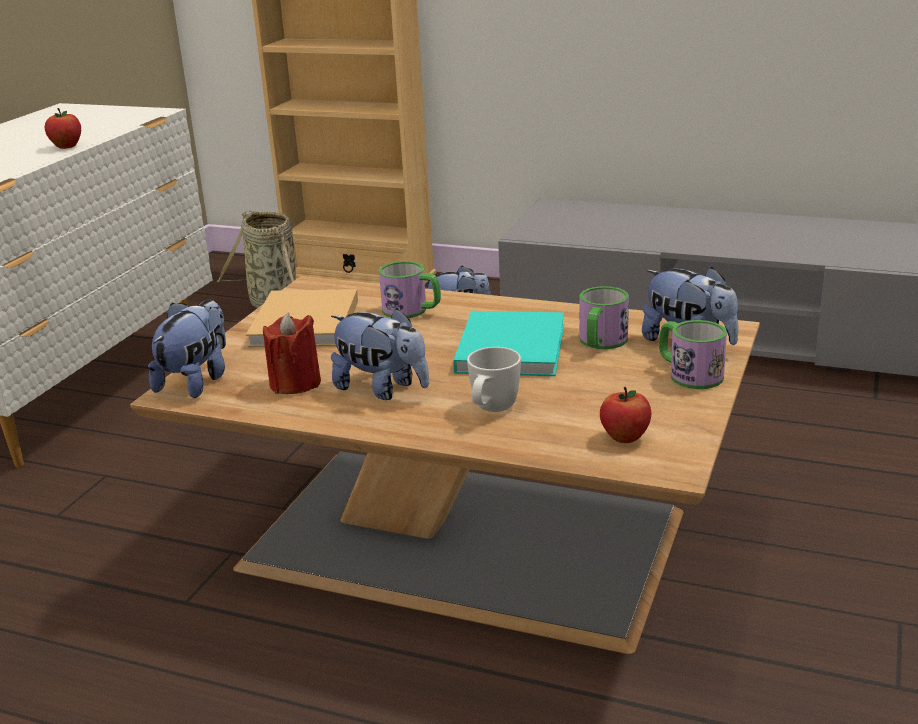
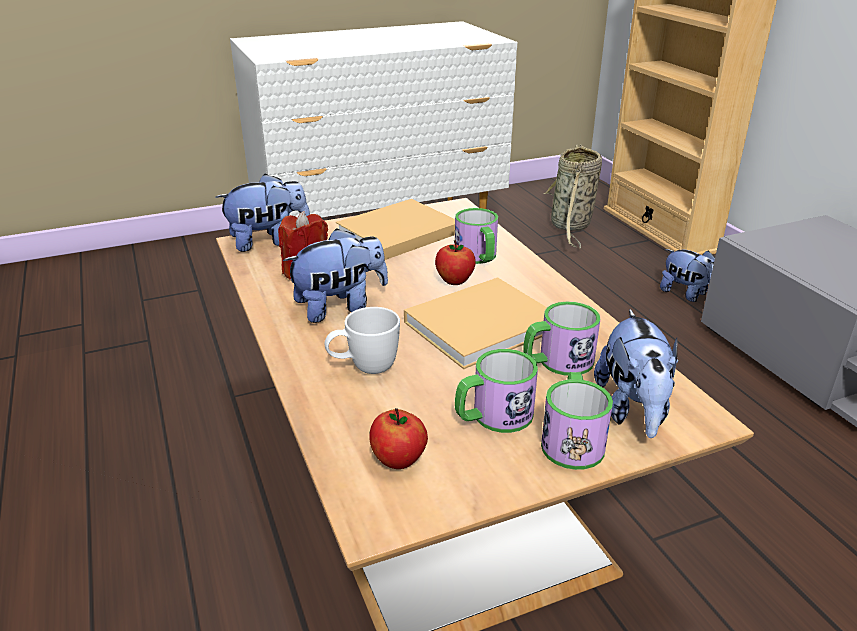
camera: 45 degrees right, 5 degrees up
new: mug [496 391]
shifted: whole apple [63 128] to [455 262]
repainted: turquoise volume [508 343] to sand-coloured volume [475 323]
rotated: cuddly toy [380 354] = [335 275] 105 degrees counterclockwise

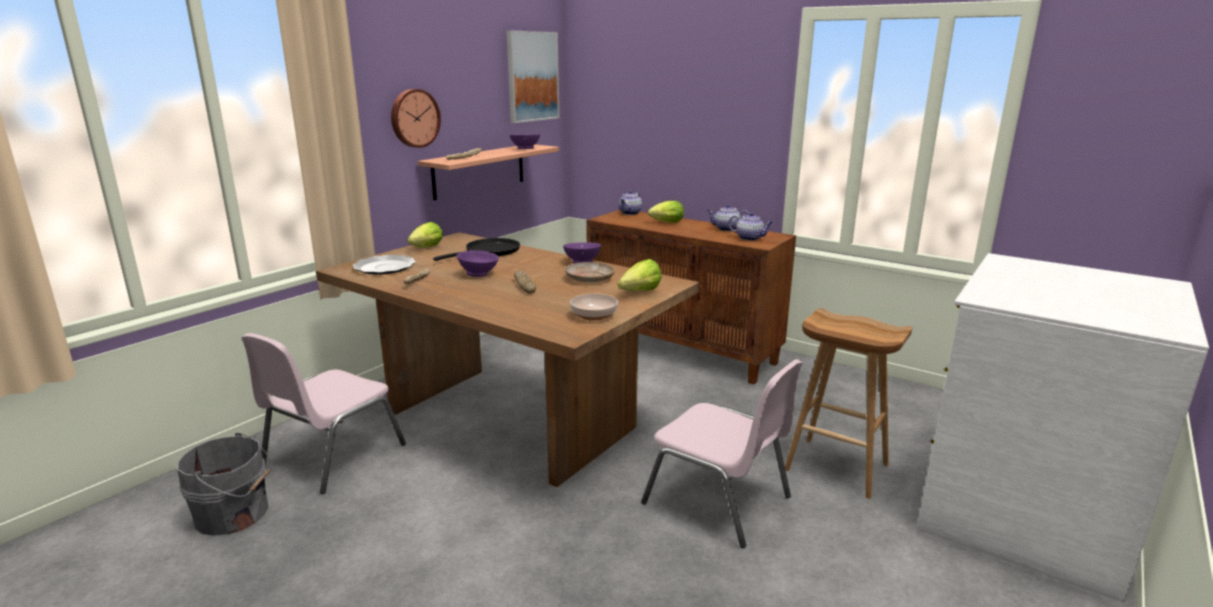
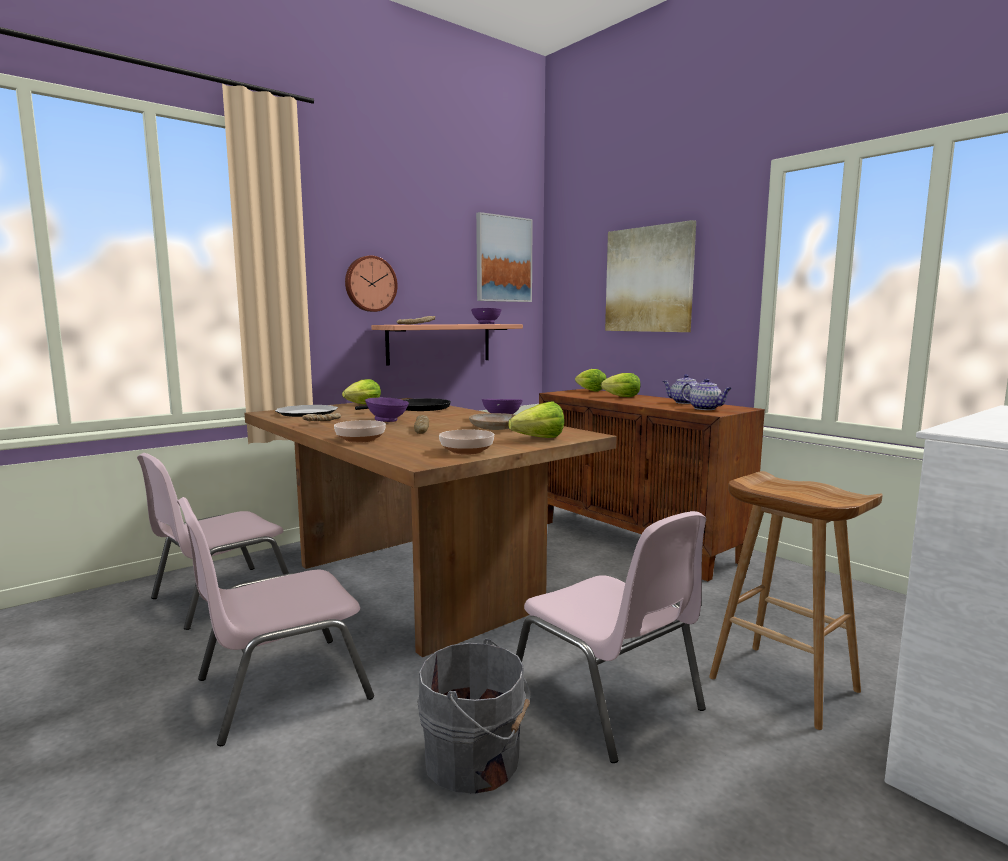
camera: 15 degrees right, 10 degrees down
new: pinkish upright chair [275 621]; deep dish [360 431]; picture [650 276]
shifted: greyish bucket [225 484] to [474 716]
swapped: tea pot [630 202] to head of lettuce [591 380]

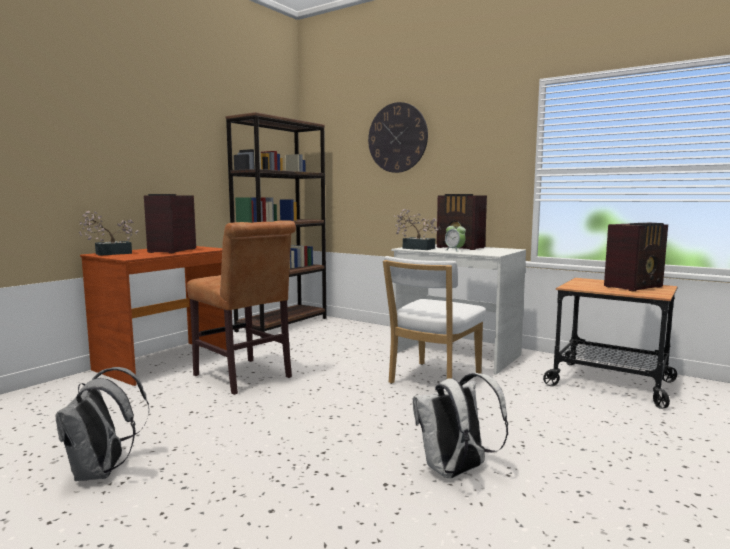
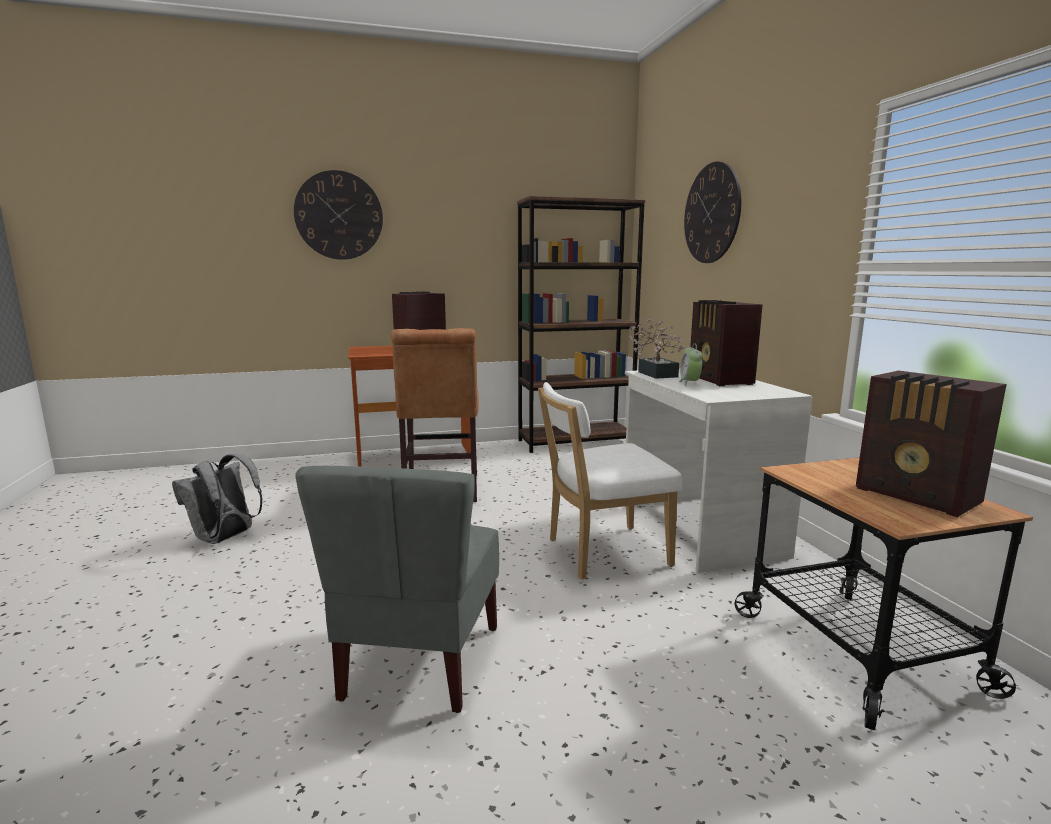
camera: 40 degrees right, 5 degrees up
gone: plant in a pot [109 233]
new: hanging clock [338 215]
swapped: white-coloured backpack [460 425] to greyish upright chair [397 589]
rotated: radio set [636 256] = [931 444] 45 degrees clockwise

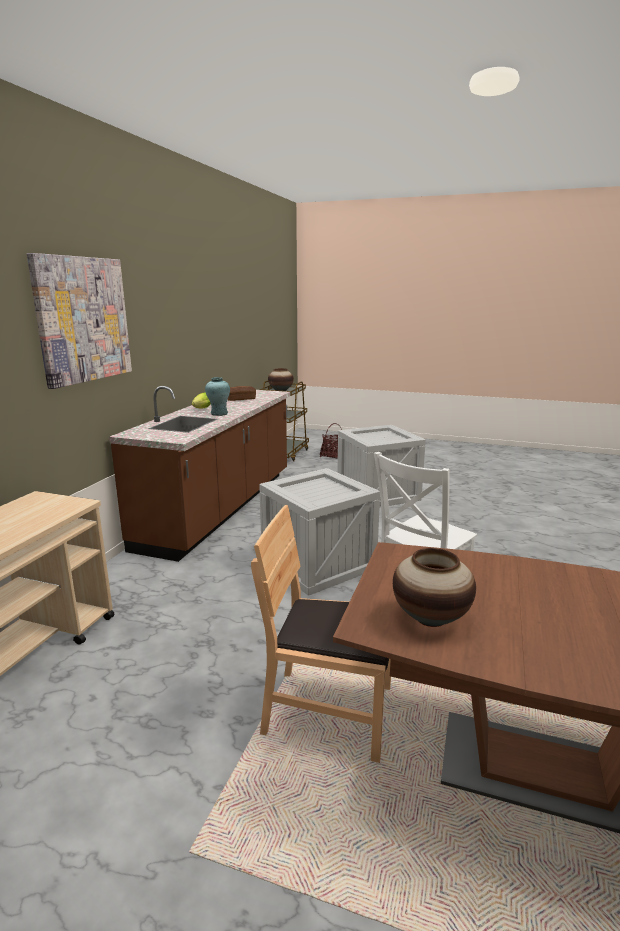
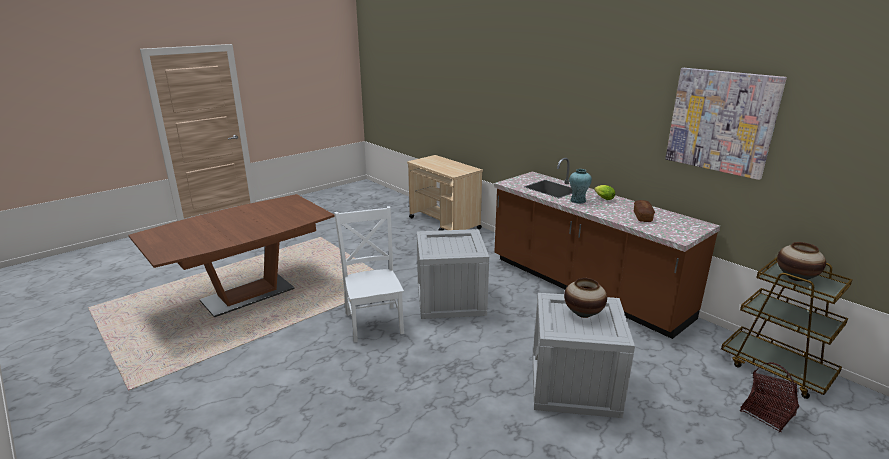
camera: 120 degrees right, 5 degrees up
gone: brown-coloured upright chair [321 634]
shifted: picture [79 321] to [726 124]; flower vase [434 587] to [585 298]

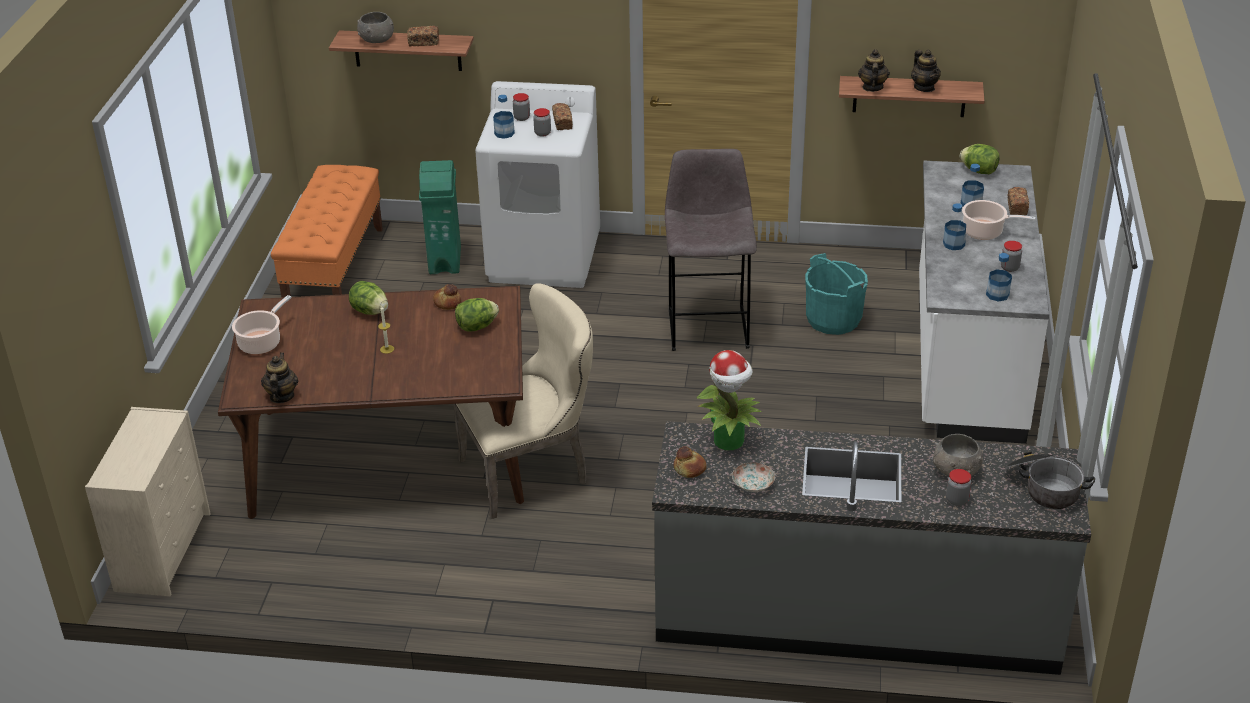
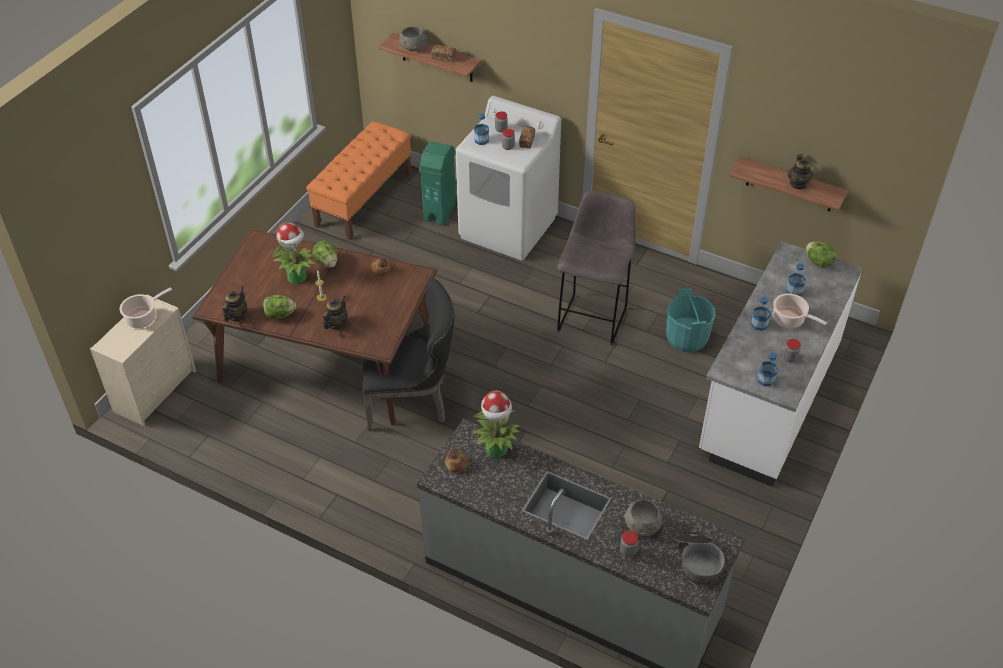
camera: 20 degrees right, 10 degrees up
gone: plate [753 477]; bakery bread [1018 201]
new: plant in a pot [294 253]
shifted: stockpot [261 324] to [146 307]; head of lettuce [477 315] to [279 307]; tea pot [874 70] to [335 312]
repainted: sand-coloured upright chair [523 401] to black-coloured upright chair [408 355]

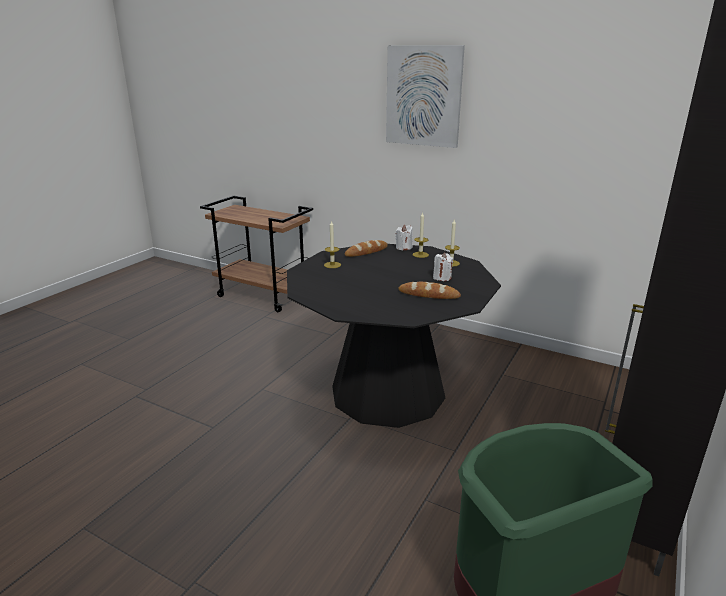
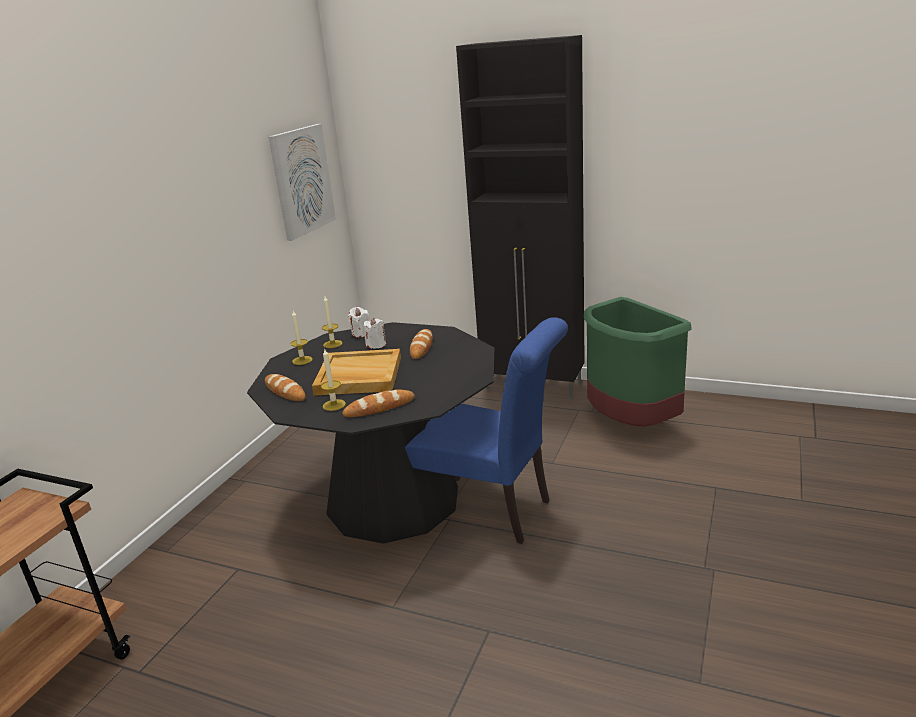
camera: 95 degrees left, 0 degrees up
new: sand-coloured serving tray [356 372]; bakery bread [378 403]; blue upright chair [486 430]
shifted: picture [425 96] to [302 182]; white-coloured candle [404 237] to [359 322]

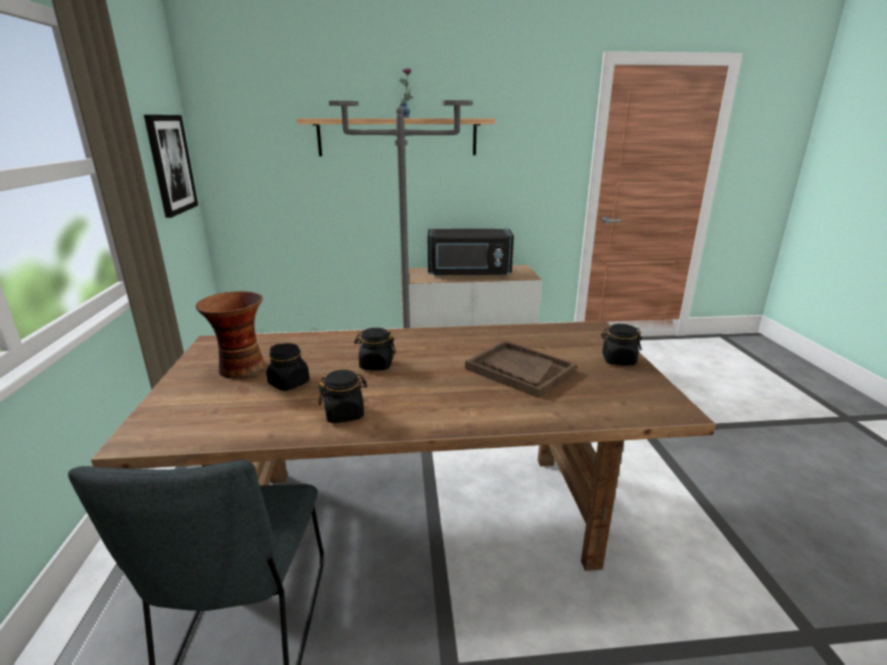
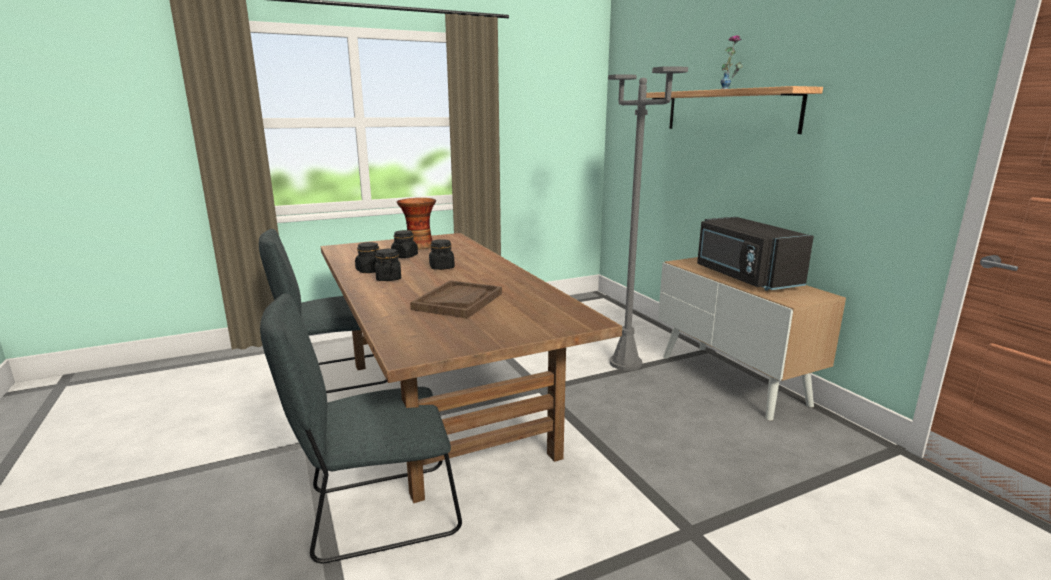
camera: 70 degrees right, 5 degrees down
gone: picture [171 166]
new: greyish upright chair [361 429]
shifted: black-coloured preserve jar [621 344] to [388 265]

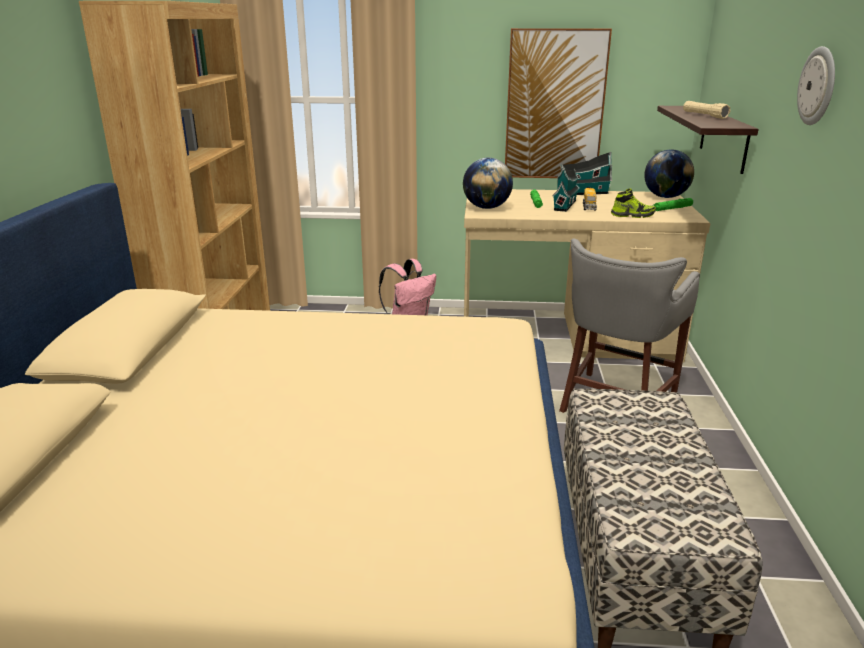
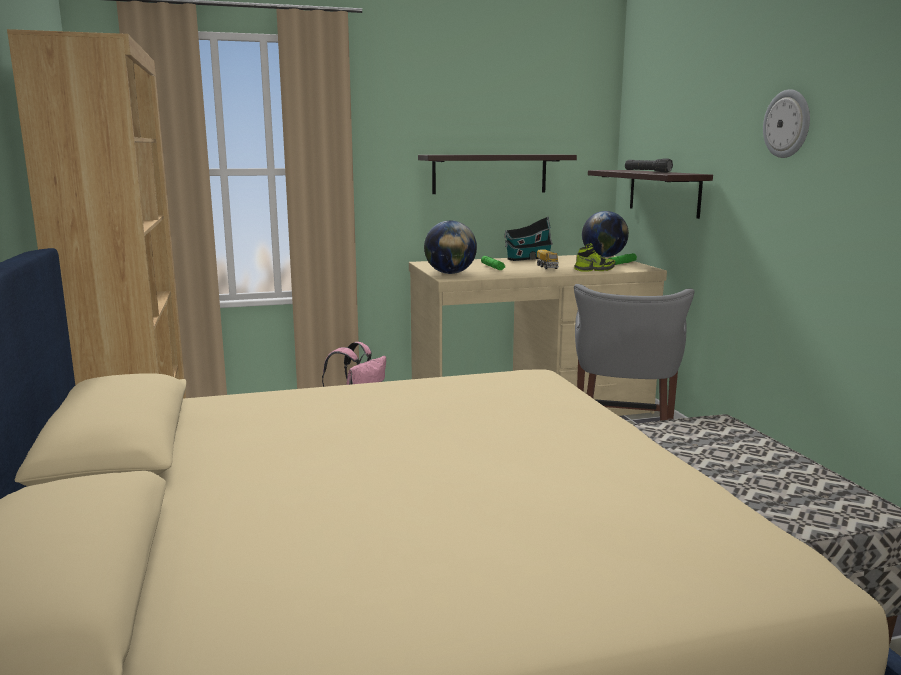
camera: 20 degrees left, 10 degrees down
gone: model house [565 189]
swapped: picture [558 103] to wall shelf [497 174]
repainted: sand-coloured torch [706 110] to black-coloured torch [649 165]

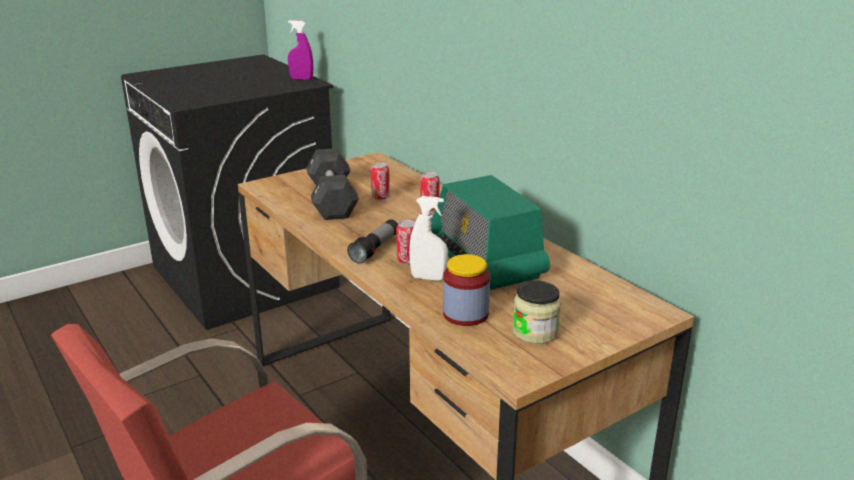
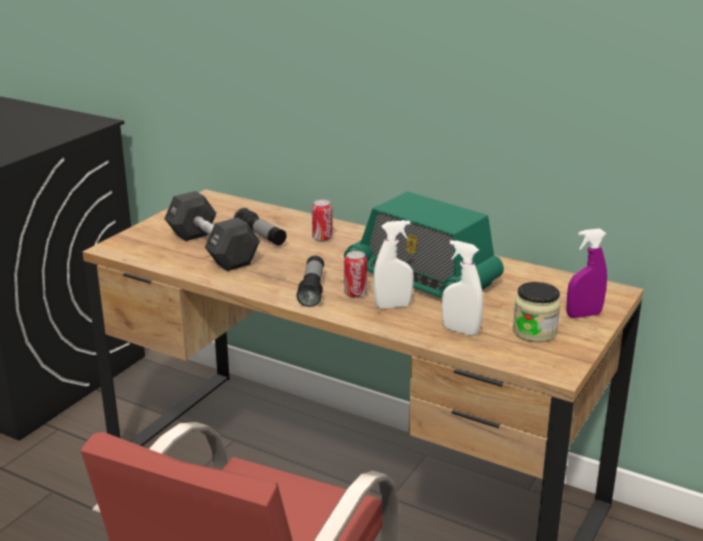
camera: 25 degrees left, 0 degrees up
shifted: purple-coloured sprayer [300 50] to [587 273]
swapped: metal can [380 181] to torch [260 226]; preserve jar [466 290] to white-coloured sprayer [462 288]

